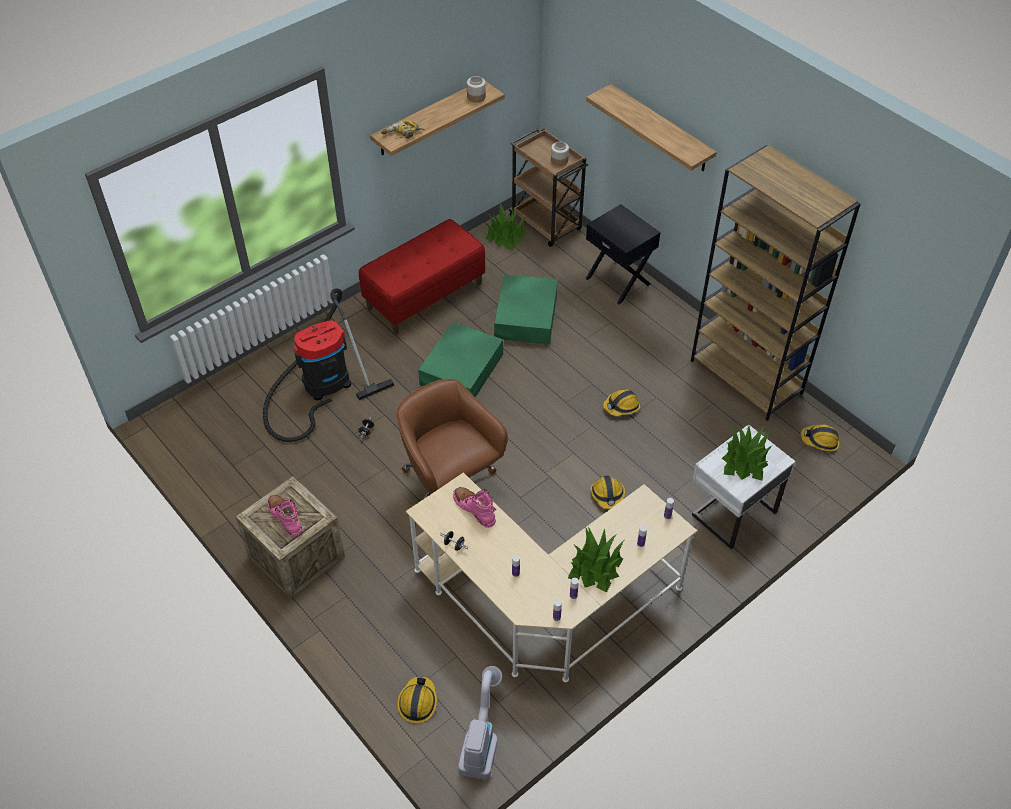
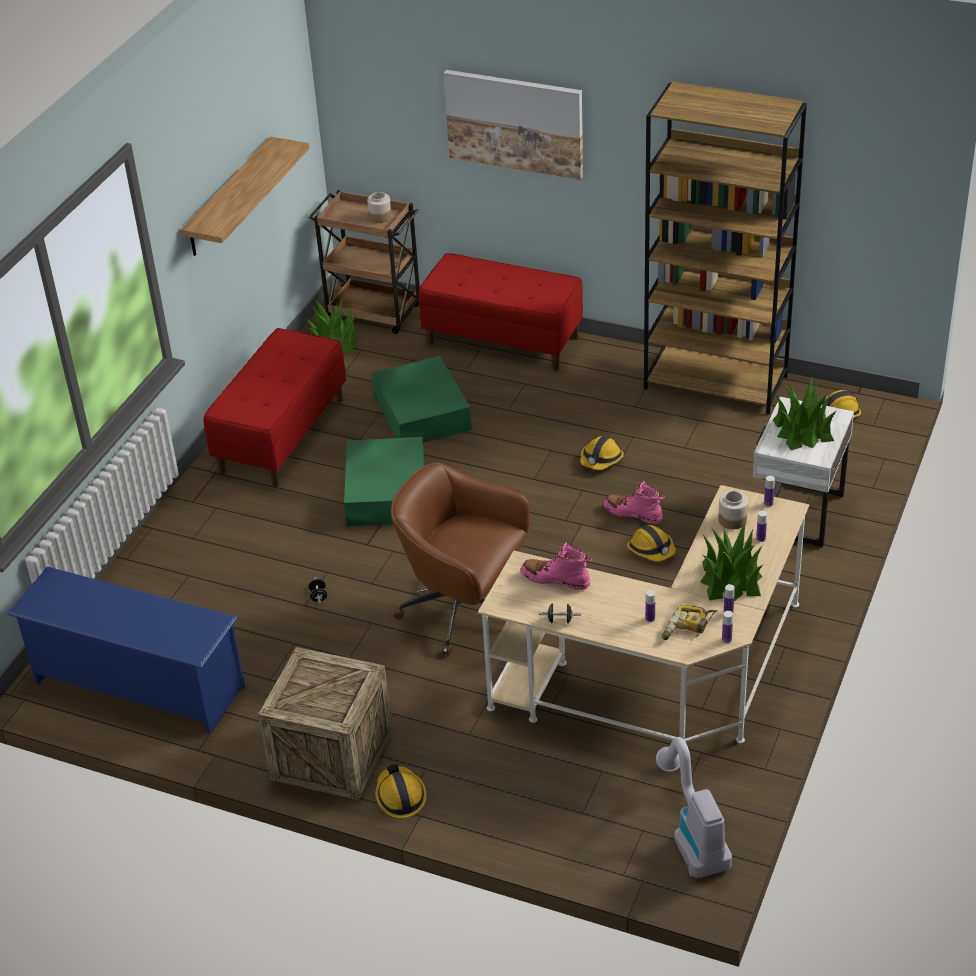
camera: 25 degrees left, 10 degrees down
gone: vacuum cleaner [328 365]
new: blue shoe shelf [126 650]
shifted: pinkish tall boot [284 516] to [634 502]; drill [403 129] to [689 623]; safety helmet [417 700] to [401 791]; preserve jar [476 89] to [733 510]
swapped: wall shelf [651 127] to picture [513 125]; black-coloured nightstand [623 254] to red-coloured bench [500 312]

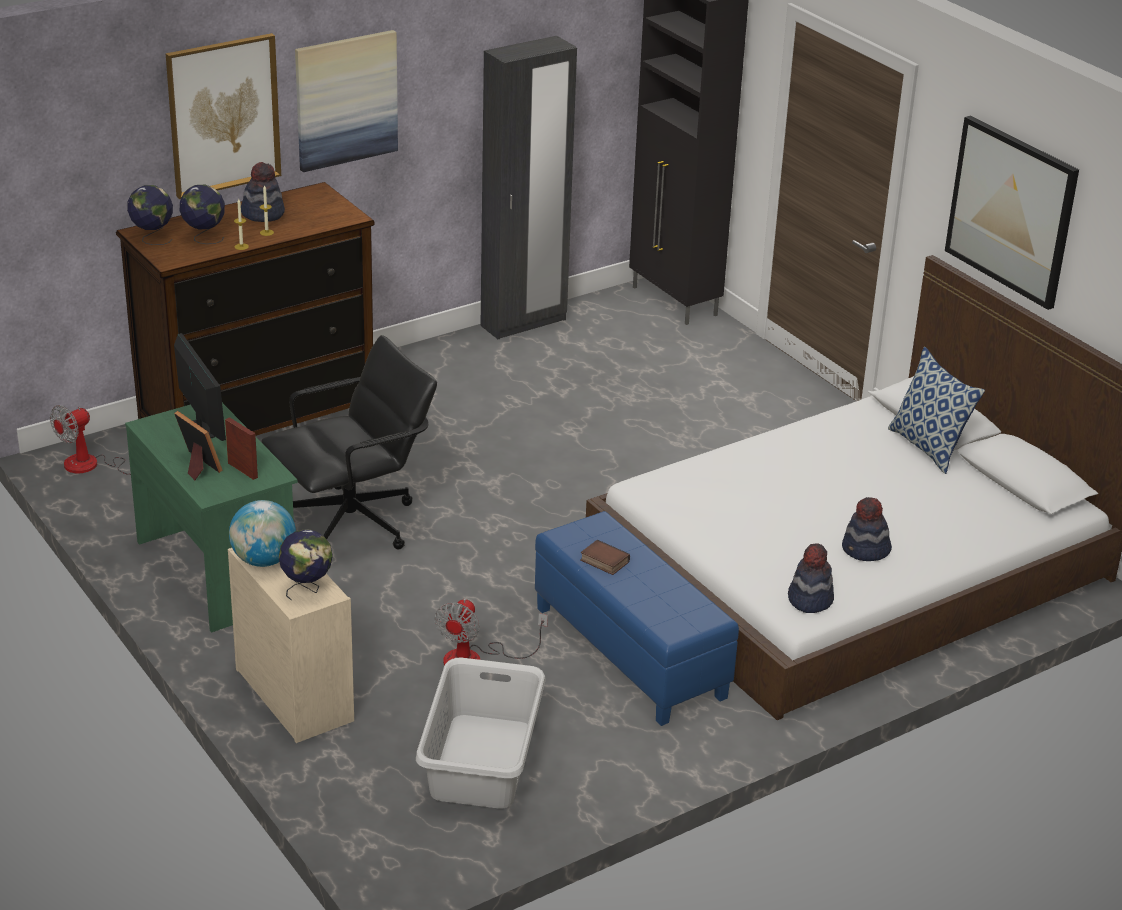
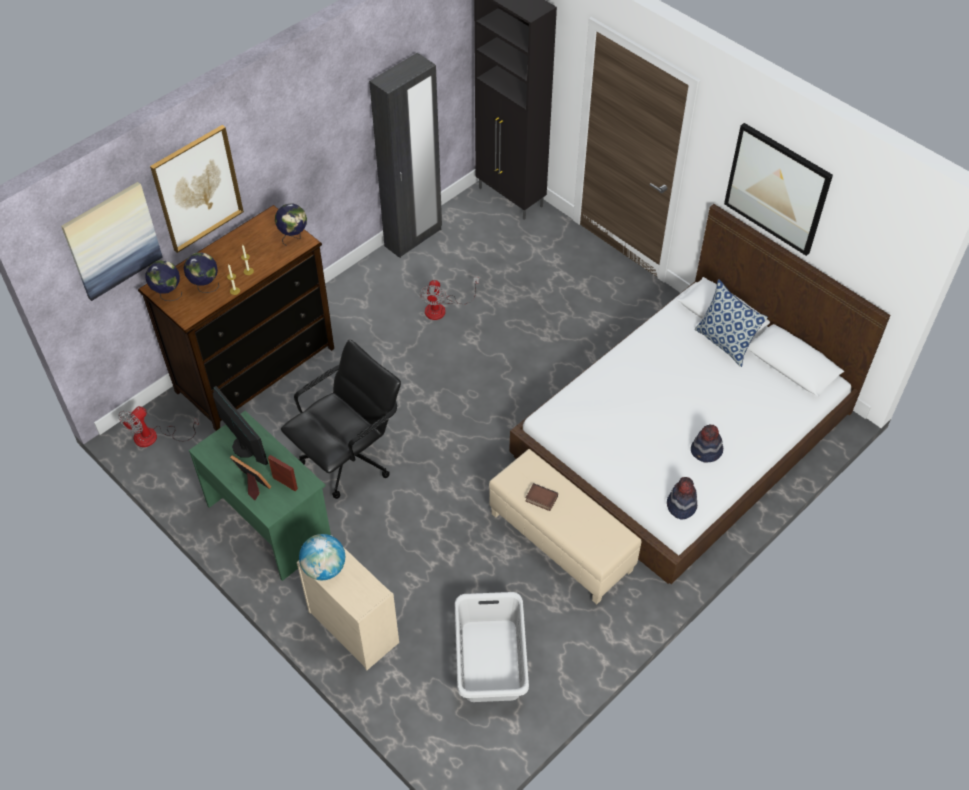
camera: 10 degrees left, 20 degrees up
gone: clothing hat [263 192]
shifted: globe [305 564] to [291 224]; picture [346 101] to [112 241]; electric fan [491 632] to [449 298]
repainted: blue pouffe [637 618] to sand-coloured pouffe [565 526]

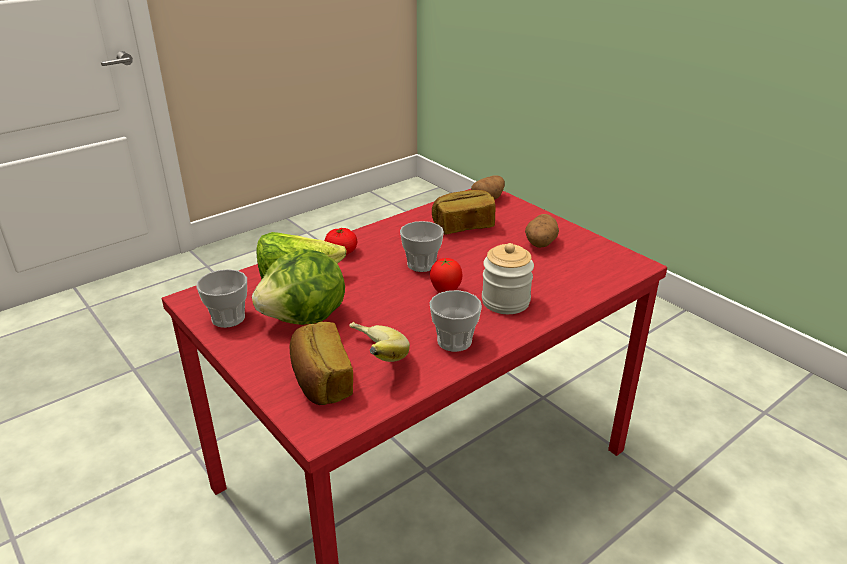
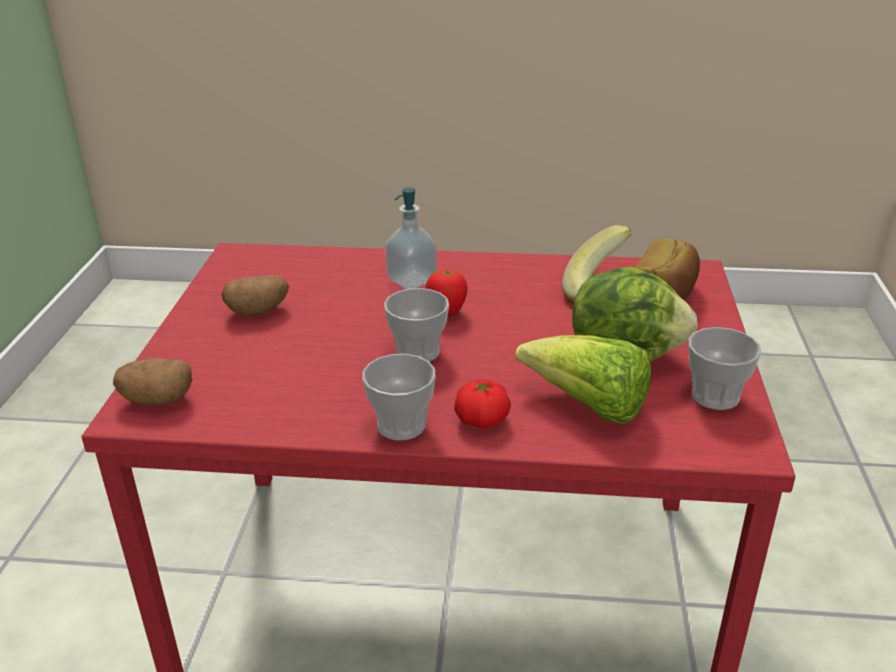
camera: 135 degrees left, 0 degrees up
gone: bakery bread [463 212]
shifted: cup [456 321] to [399 397]
swapped: preserve jar [508 278] to soap bottle [411 238]

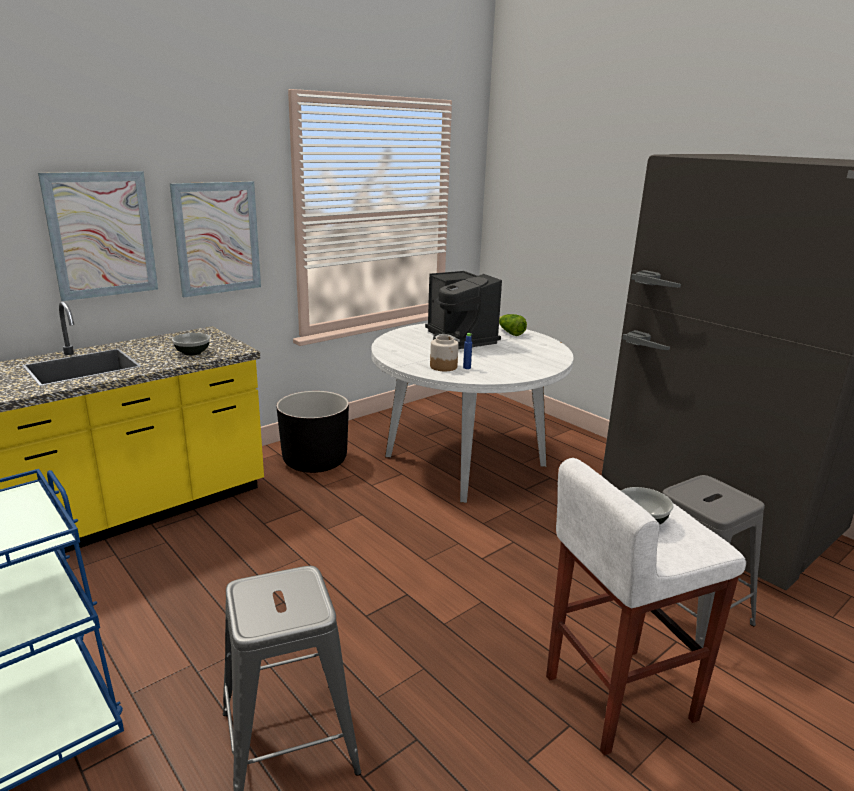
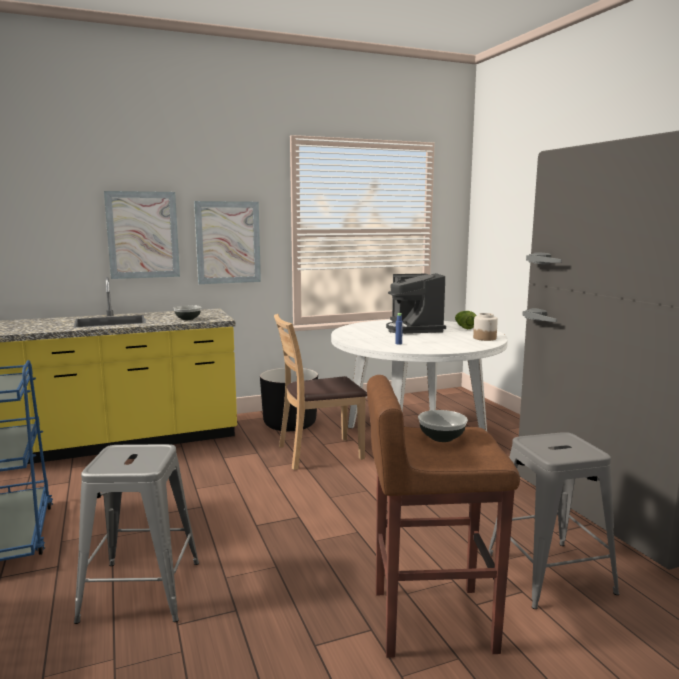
camera: 20 degrees right, 10 degrees down
new: brown-coloured upright chair [320 392]
shifted: preserve jar [444 353] to [485 327]
repainted: white-coloured stool seat [646 607] to brown-coloured stool seat [443 516]

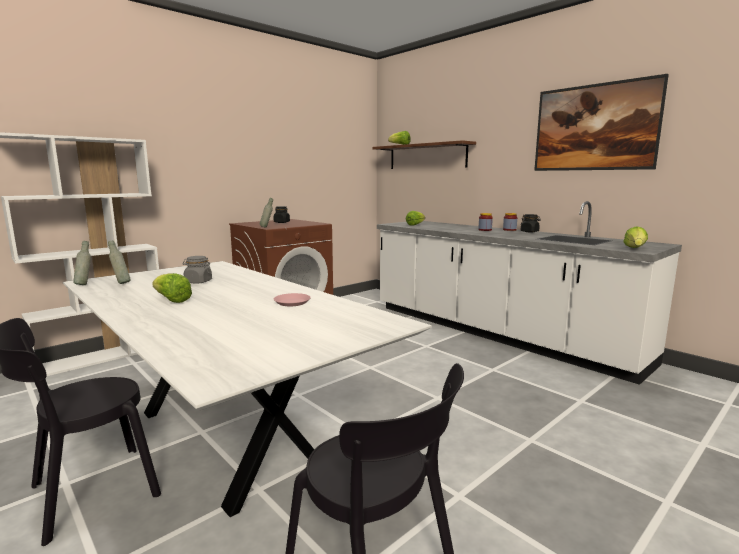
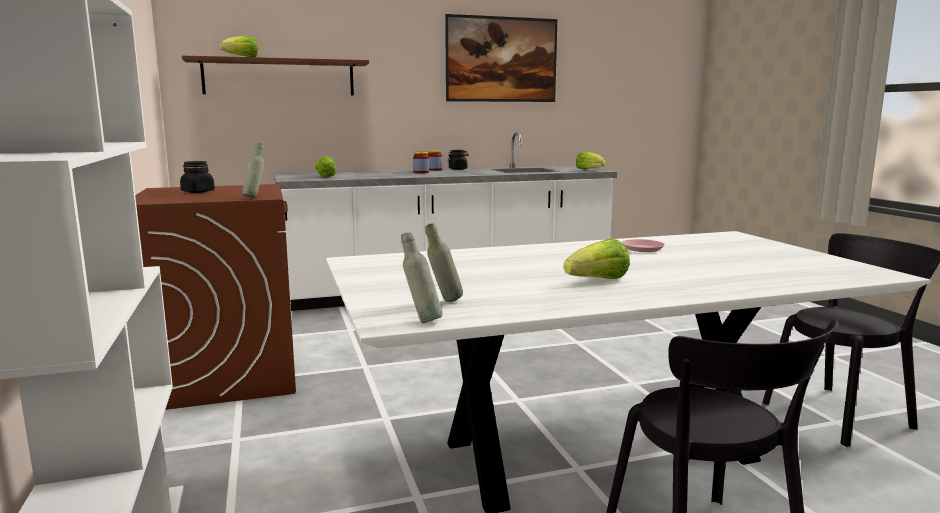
camera: 65 degrees left, 0 degrees up
gone: greyish preserve jar [197 270]

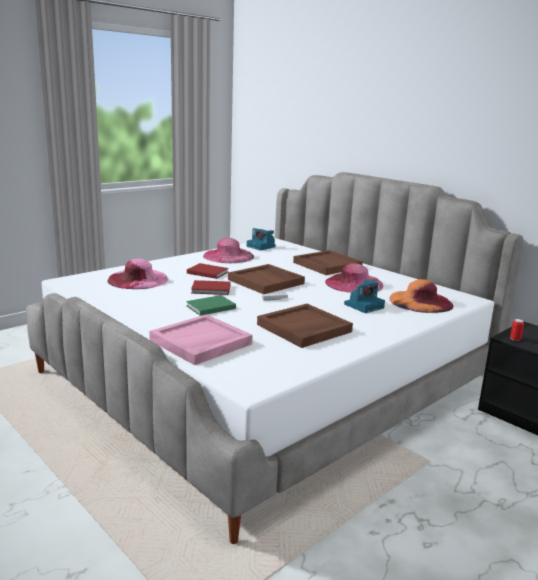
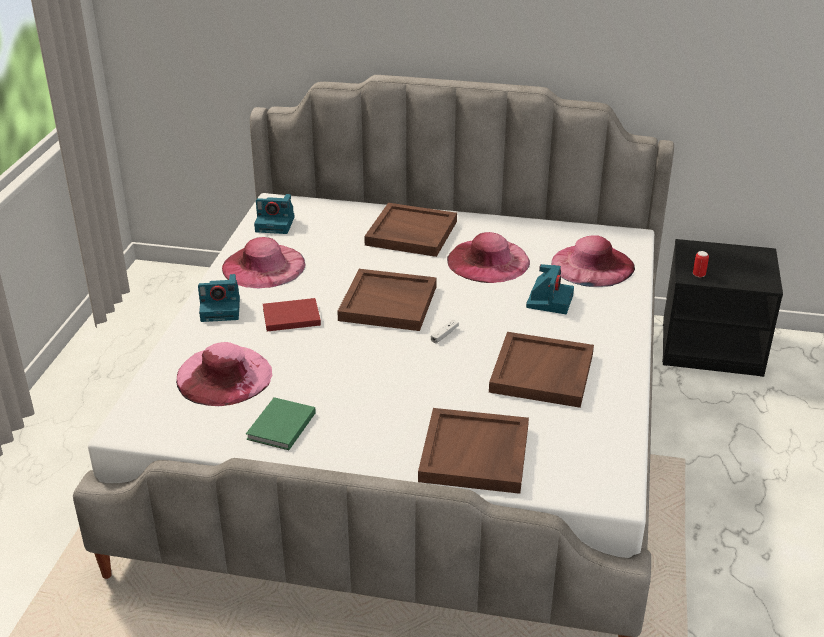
camera: 35 degrees left, 15 degrees up
gone: red-coloured volume [211 287]
new: still camera [219 298]
shifted: greenish volume [211 305] to [281 423]
repainted: pinkish serving tray [201 339] to brown-coloured serving tray [473 451]; orange clothing hat [421 296] to pinkish clothing hat [593 261]

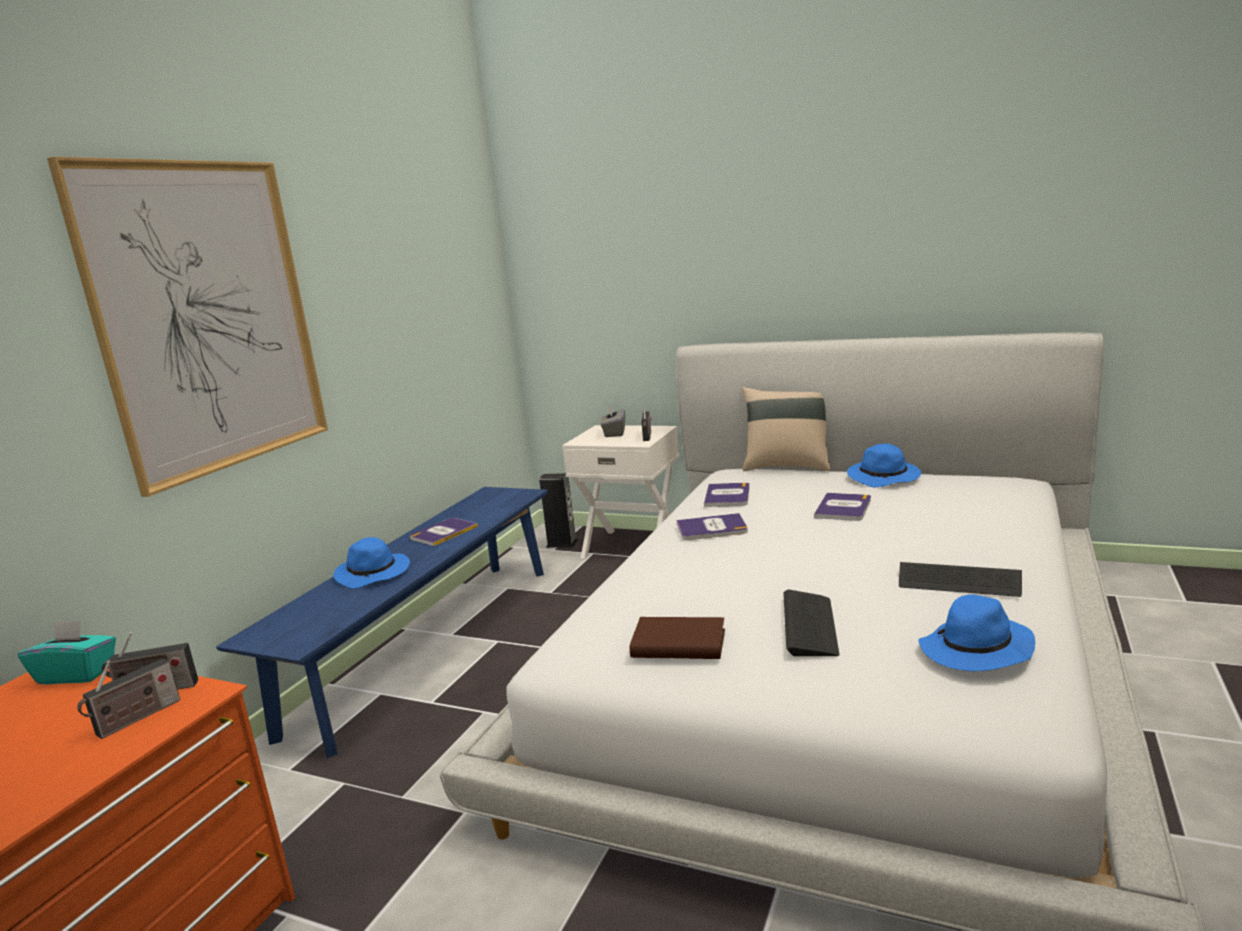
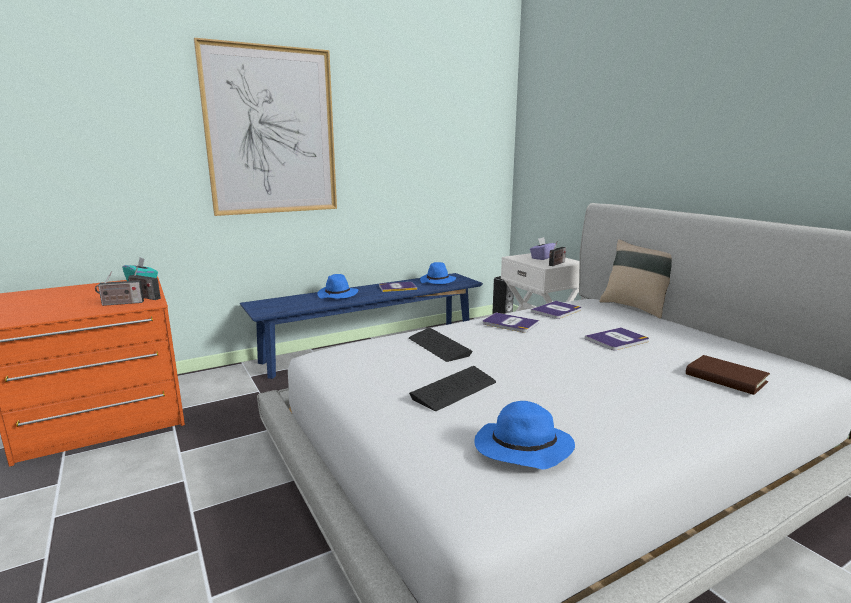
camera: 35 degrees right, 0 degrees up
shifted: brown-coloured volume [677 638] to [728 375]; blue clothing hat [884 465] to [438 273]; keyboard [960 579] to [441 345]
repainted: greyish tissue box [612 421] to purple-coloured tissue box [543 248]

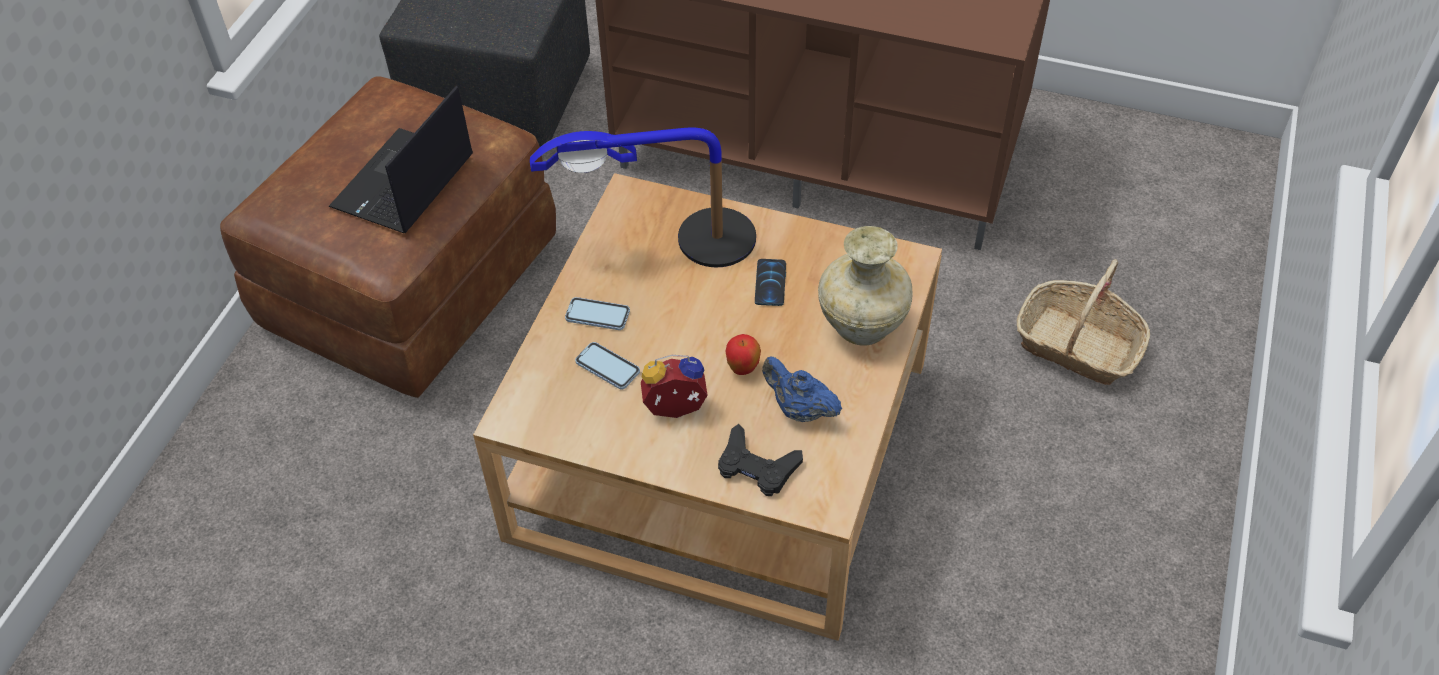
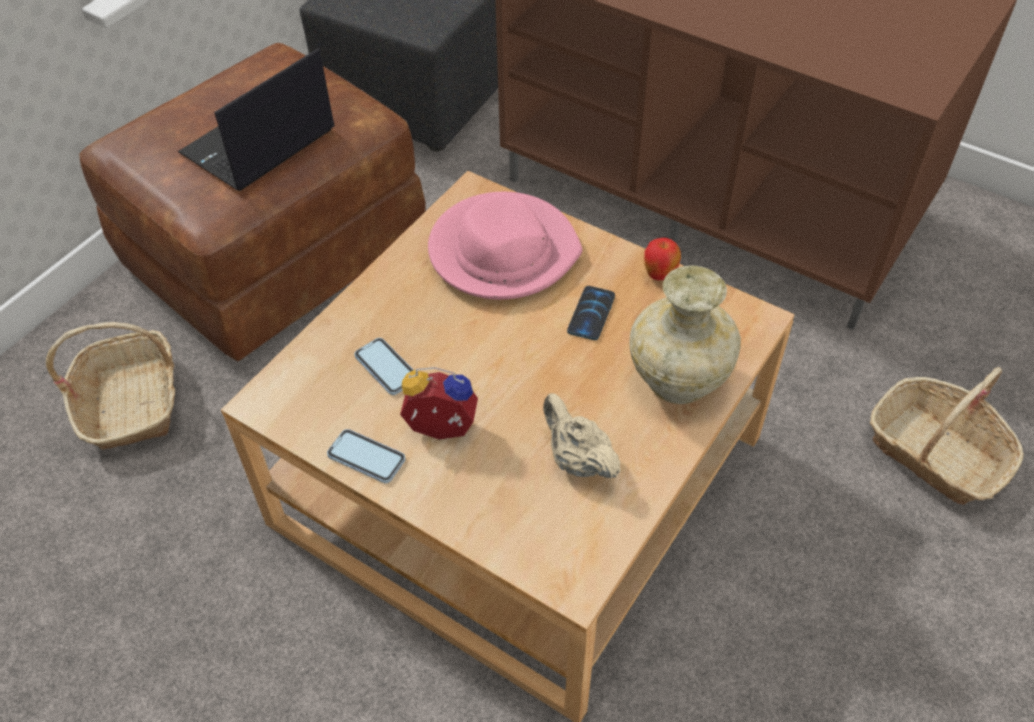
camera: 15 degrees right, 0 degrees up
gone: black-coloured gamepad [760 460]
new: basket [110 386]
shifted: telephone [597 313] to [366 456]; whole apple [743 354] to [662 259]
swapped: tabletop lamp [643 197] to pinkish clothing hat [505 246]
repainted: blue tea pot [802 389] to sand-coloured tea pot [582 436]

